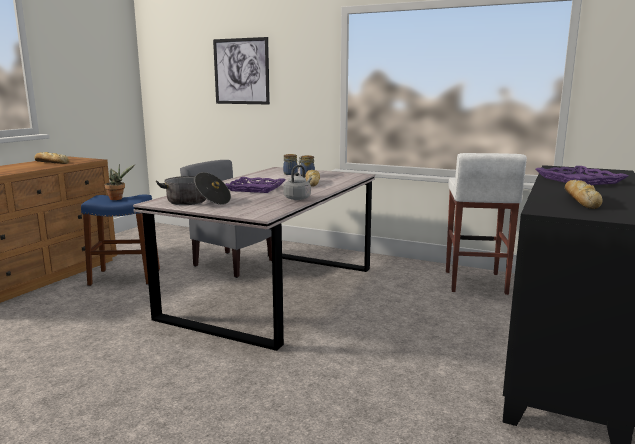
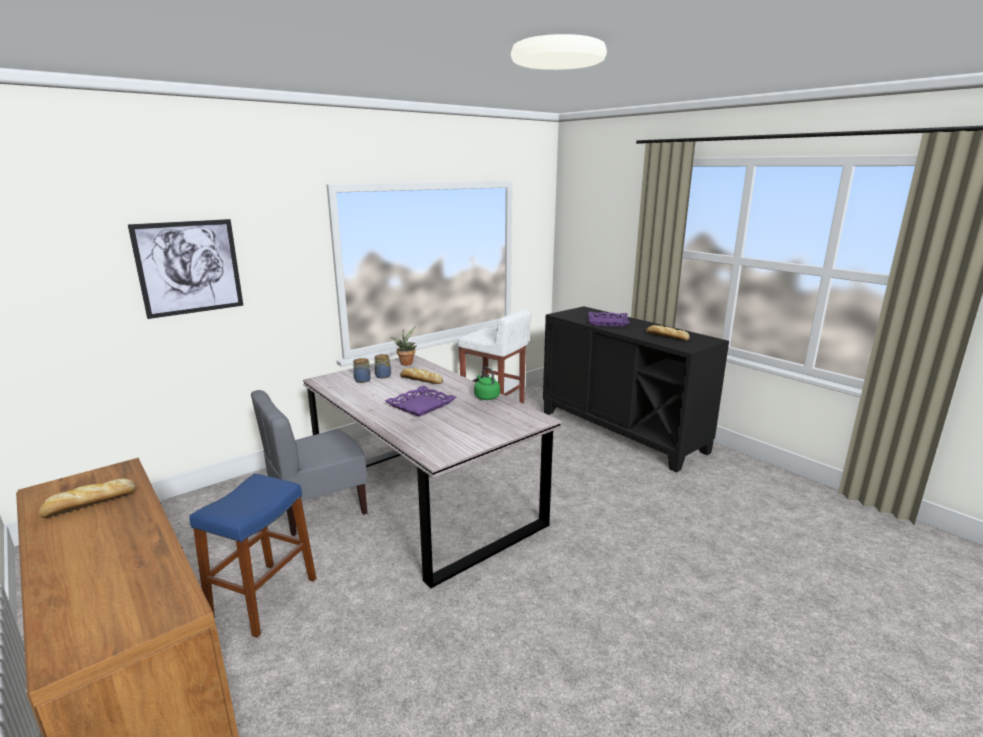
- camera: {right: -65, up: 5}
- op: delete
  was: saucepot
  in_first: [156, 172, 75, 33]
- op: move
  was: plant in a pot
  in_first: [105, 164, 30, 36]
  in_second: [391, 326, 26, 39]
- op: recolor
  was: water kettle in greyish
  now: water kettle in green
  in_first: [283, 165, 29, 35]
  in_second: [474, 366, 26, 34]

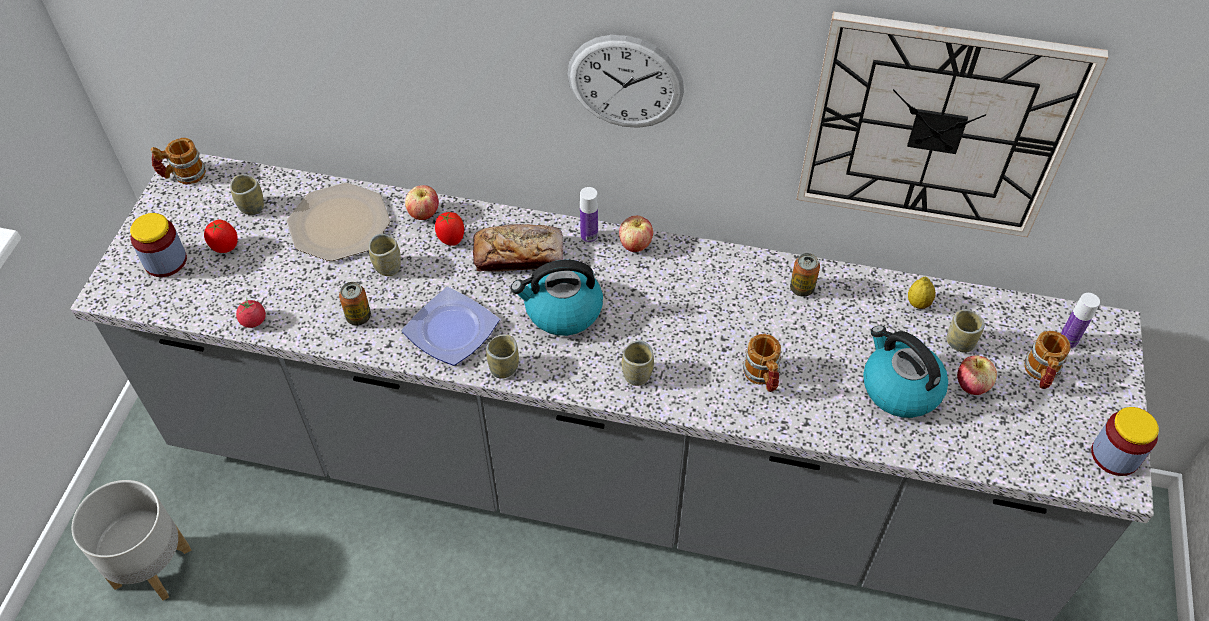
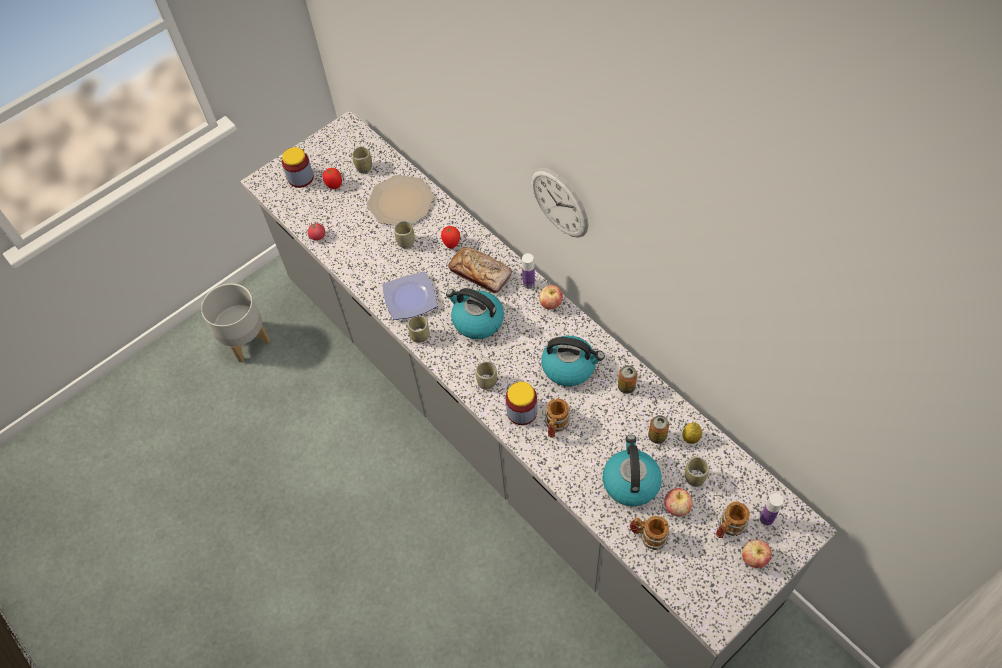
- camera: {right: 40, up: 5}
- op: delete
  was: hanging clock
  in_first: [796, 11, 312, 226]
- op: insert
  now: water kettle
  in_second: [541, 336, 64, 50]
- op: move
  was: coffee mug
  in_first: [151, 138, 55, 46]
  in_second: [630, 516, 39, 34]
- op: move
  was: sealed can
  in_first: [339, 282, 32, 44]
  in_second: [648, 415, 21, 29]
- op: move
  was: apple
  in_first: [405, 185, 34, 35]
  in_second: [742, 539, 30, 29]
- op: move
  was: jar
  in_first: [1091, 407, 68, 69]
  in_second: [505, 382, 33, 43]

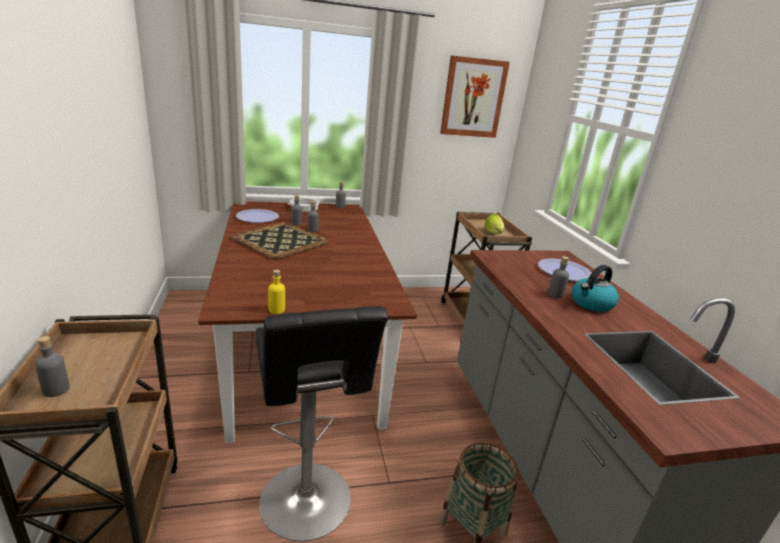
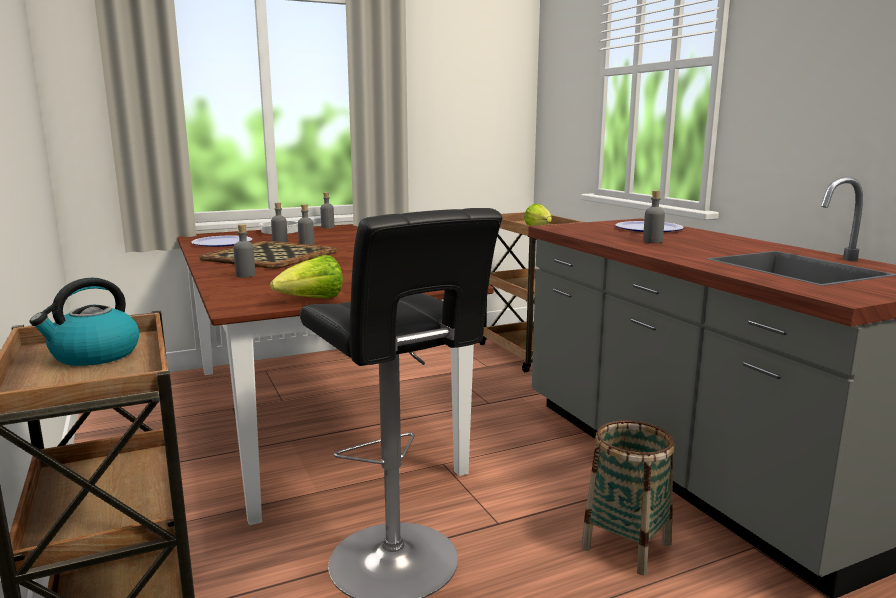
- camera: {right: -10, up: -10}
- op: delete
  was: wall art
  in_first: [440, 56, 70, 82]
- op: move
  was: beverage bottle in greyish
  in_first: [35, 336, 35, 61]
  in_second: [233, 224, 22, 54]
- op: move
  was: water kettle
  in_first: [572, 265, 47, 47]
  in_second: [30, 278, 109, 88]
- op: replace
  was: beverage bottle in yellow-coloured
  now: lettuce head
  in_first: [268, 270, 17, 44]
  in_second: [270, 255, 73, 43]

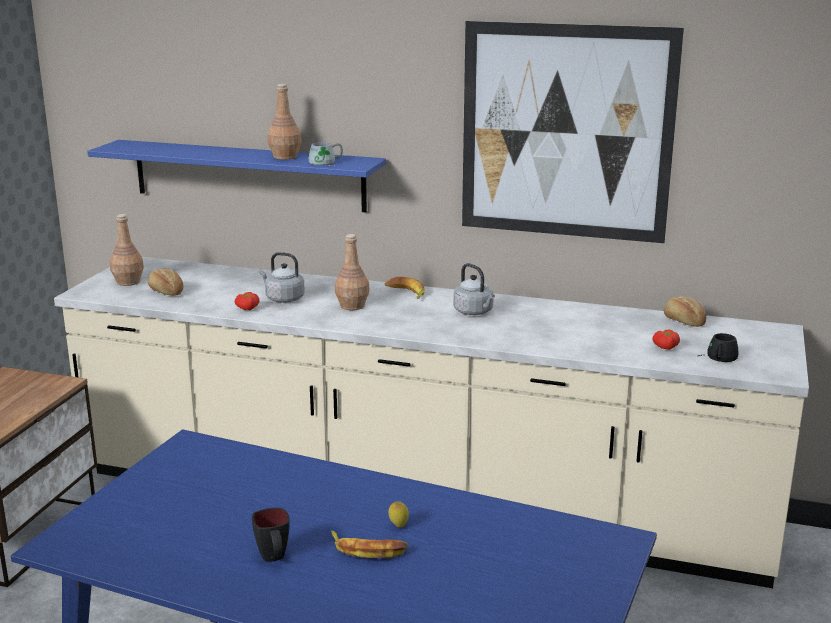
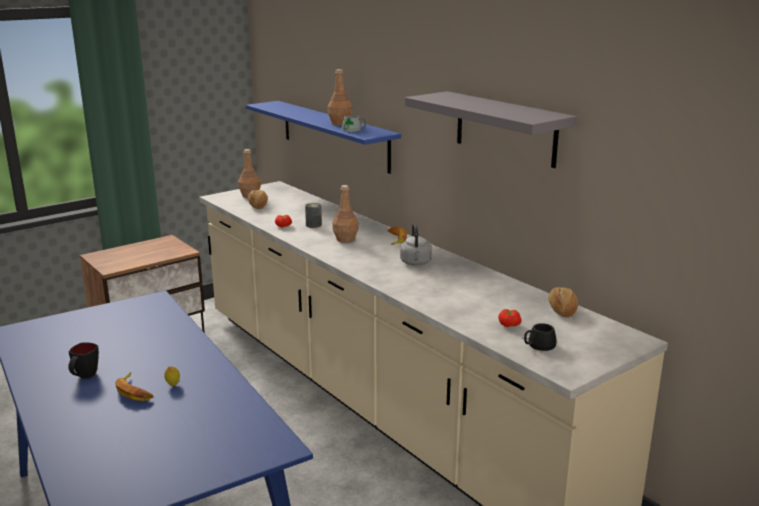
- camera: {right: 35, up: 0}
- op: replace
  was: water kettle in greyish
  now: sealed can
  in_first: [259, 252, 46, 51]
  in_second: [305, 203, 17, 25]
- op: replace
  was: wall art
  now: shelf in greyish
  in_first: [462, 21, 222, 222]
  in_second: [405, 91, 172, 77]

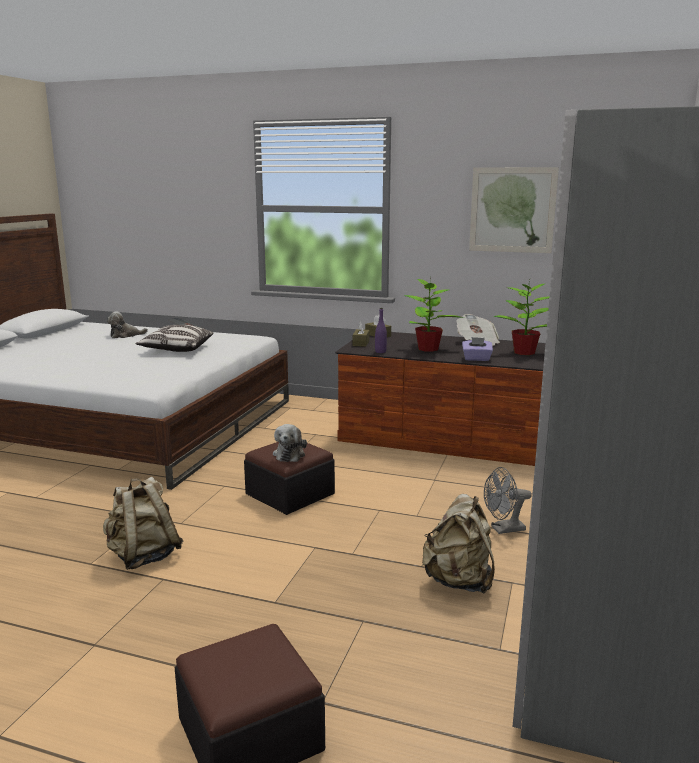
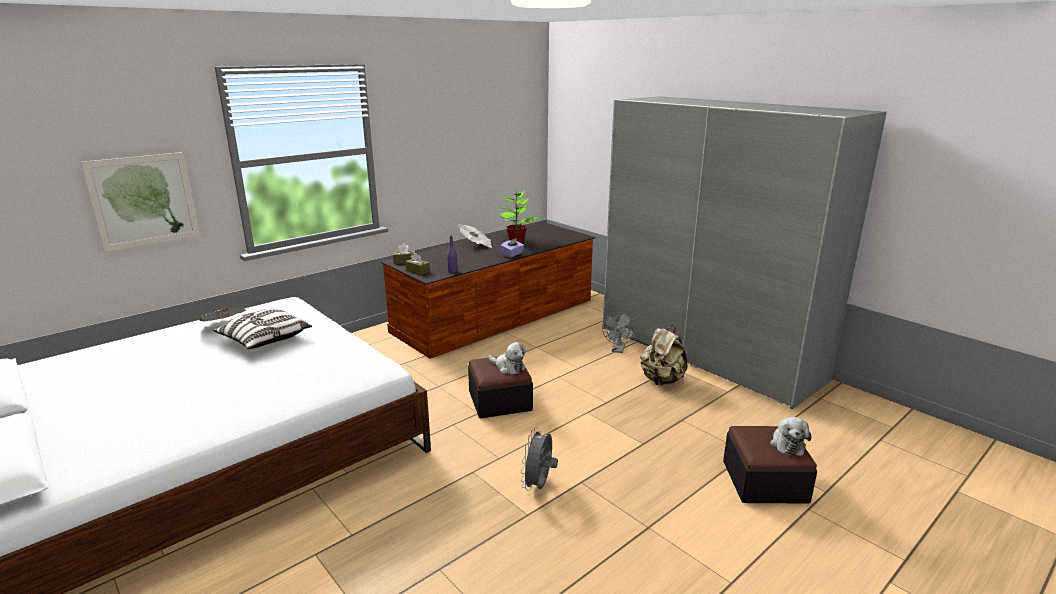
- camera: {right: -60, up: 5}
- op: delete
  was: plant in a pot
  in_first: [404, 277, 60, 74]
- op: move
  was: soft toy
  in_first: [107, 311, 41, 27]
  in_second: [770, 417, 41, 39]
- op: move
  was: wall art
  in_first: [469, 167, 90, 86]
  in_second: [81, 152, 119, 100]
- op: replace
  was: knapsack in beige
  now: electric fan in greyish
  in_first: [103, 477, 80, 93]
  in_second: [521, 427, 37, 64]

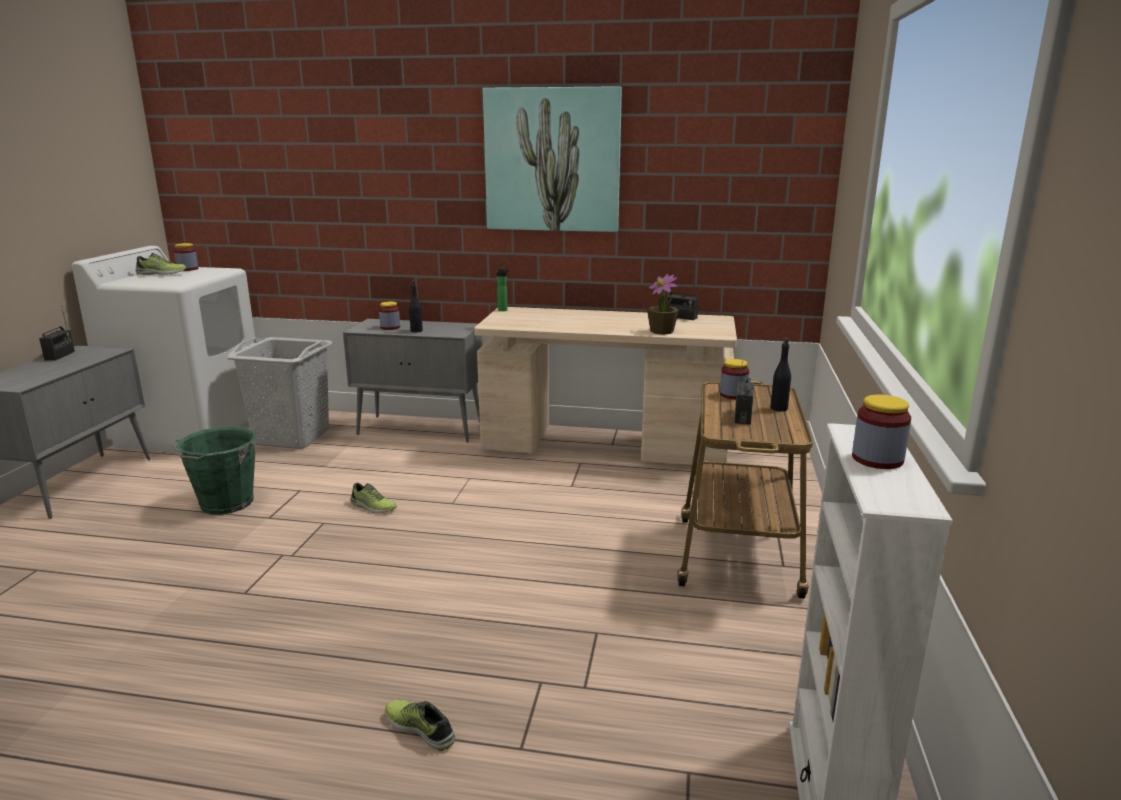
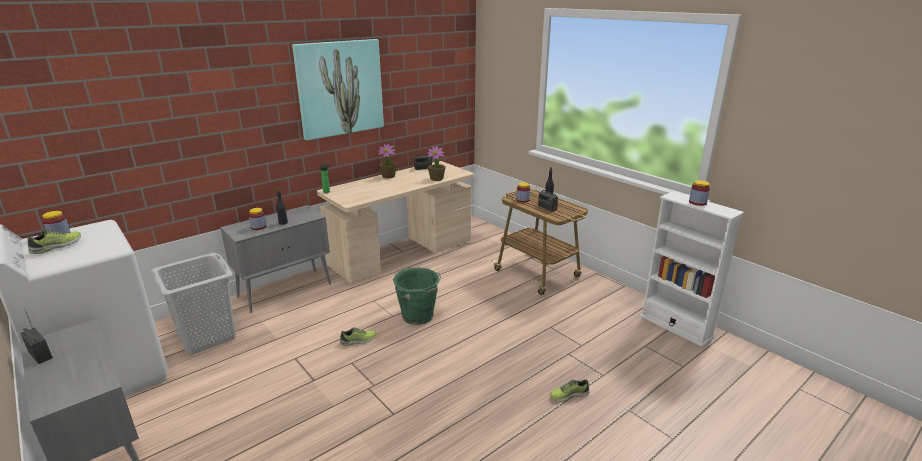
- camera: {right: -50, up: 5}
- op: insert
  now: plant in a pot
  in_second: [378, 144, 19, 35]
- op: move
  was: water bucket in green
  in_first: [172, 426, 84, 89]
  in_second: [393, 267, 48, 58]

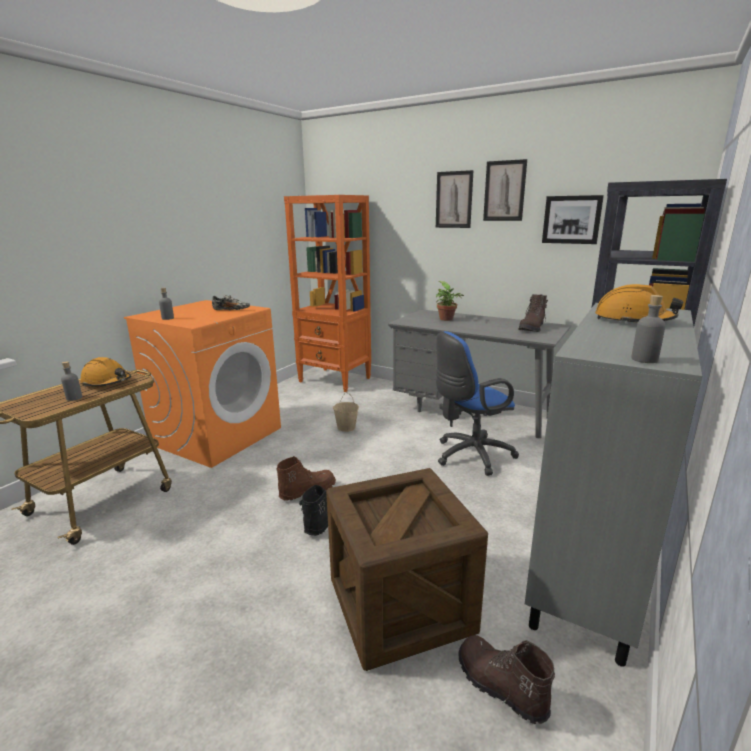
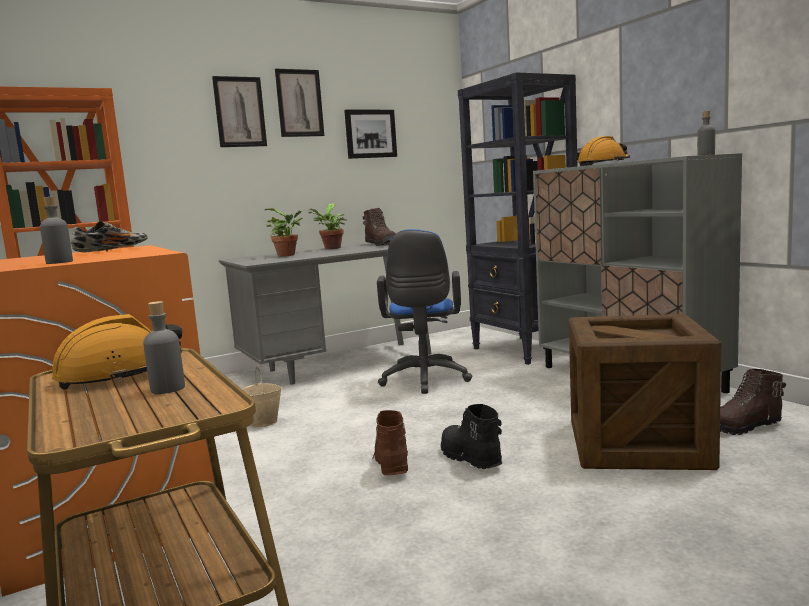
- camera: {right: -60, up: -10}
- op: insert
  now: plant in a pot
  in_second: [308, 204, 39, 45]

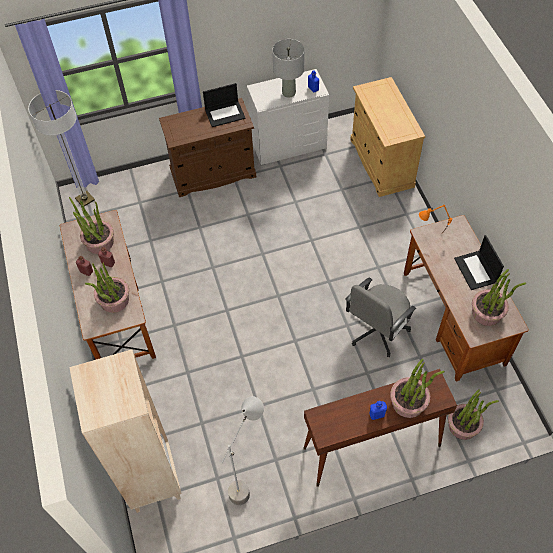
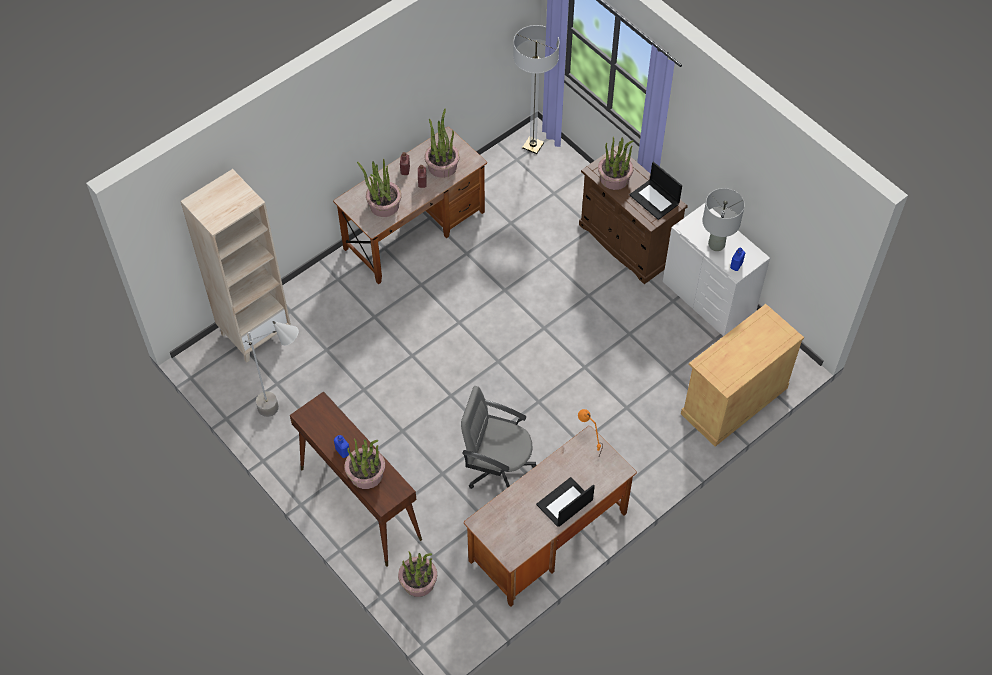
- camera: {right: 65, up: 0}
- op: move
  was: plant in a pot
  in_first: [472, 269, 54, 57]
  in_second: [598, 137, 36, 53]

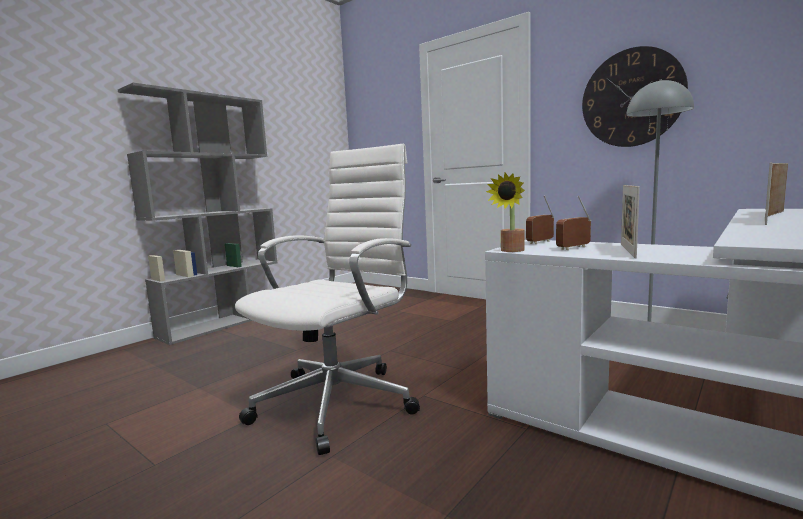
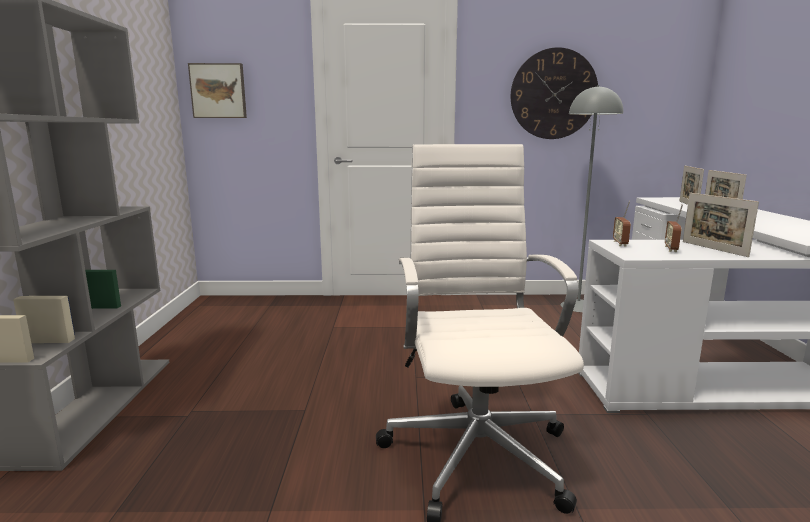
- camera: {right: -40, up: 5}
- op: delete
  was: plant in a pot
  in_first: [486, 173, 39, 79]
- op: insert
  now: wall art
  in_second: [188, 63, 59, 55]

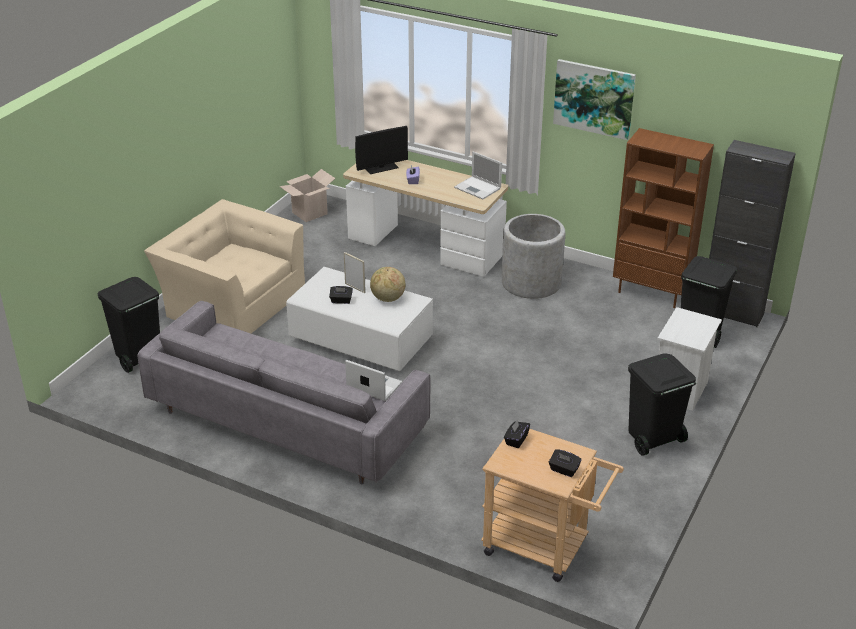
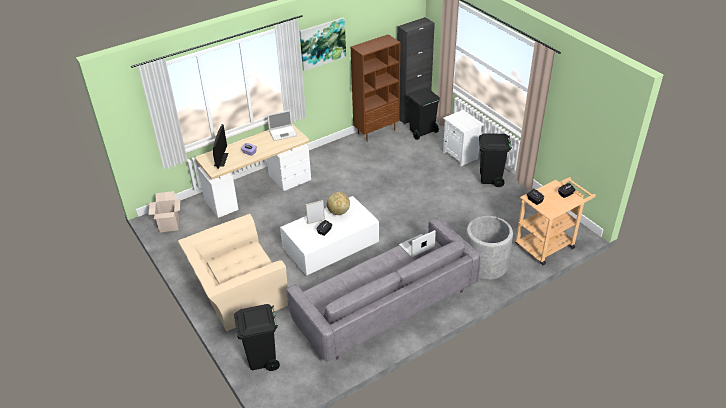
- camera: {right: -60, up: 5}
- op: move
  was: plant pot in greyish
  in_first: [501, 214, 64, 85]
  in_second: [465, 216, 48, 64]

